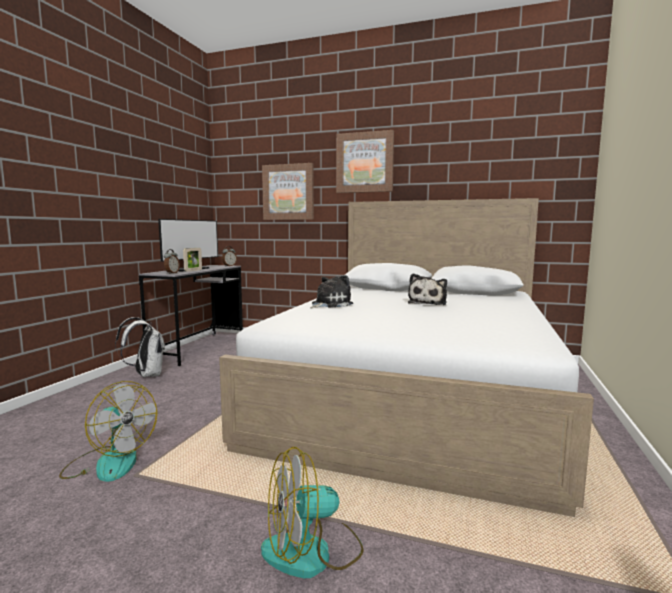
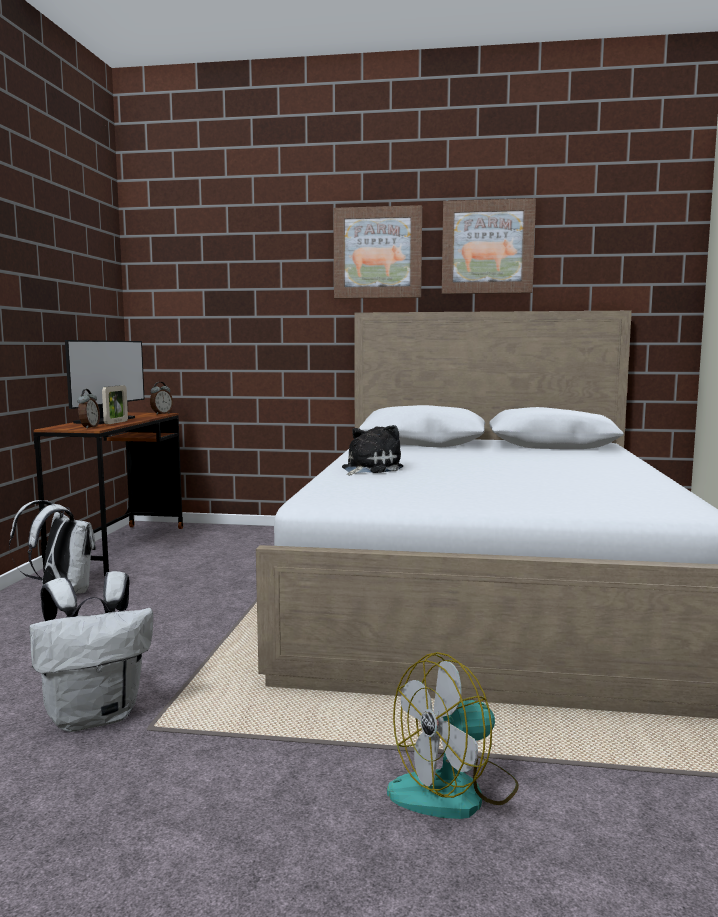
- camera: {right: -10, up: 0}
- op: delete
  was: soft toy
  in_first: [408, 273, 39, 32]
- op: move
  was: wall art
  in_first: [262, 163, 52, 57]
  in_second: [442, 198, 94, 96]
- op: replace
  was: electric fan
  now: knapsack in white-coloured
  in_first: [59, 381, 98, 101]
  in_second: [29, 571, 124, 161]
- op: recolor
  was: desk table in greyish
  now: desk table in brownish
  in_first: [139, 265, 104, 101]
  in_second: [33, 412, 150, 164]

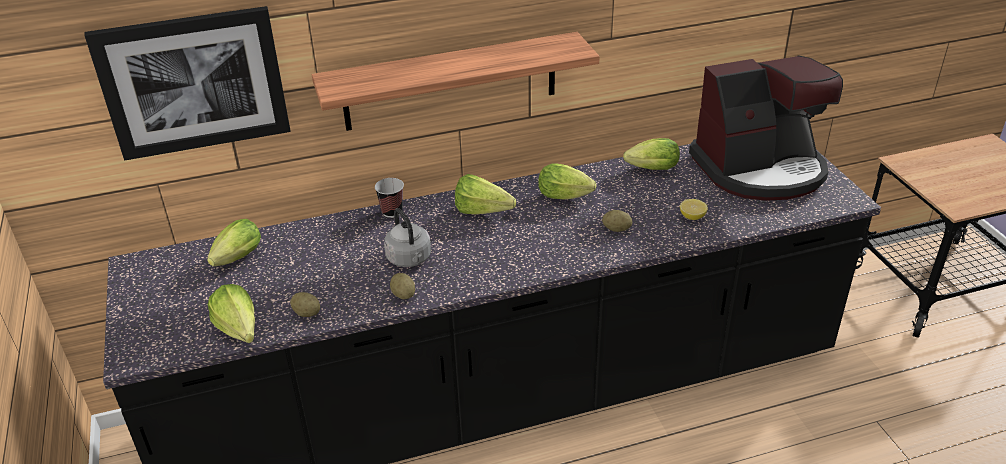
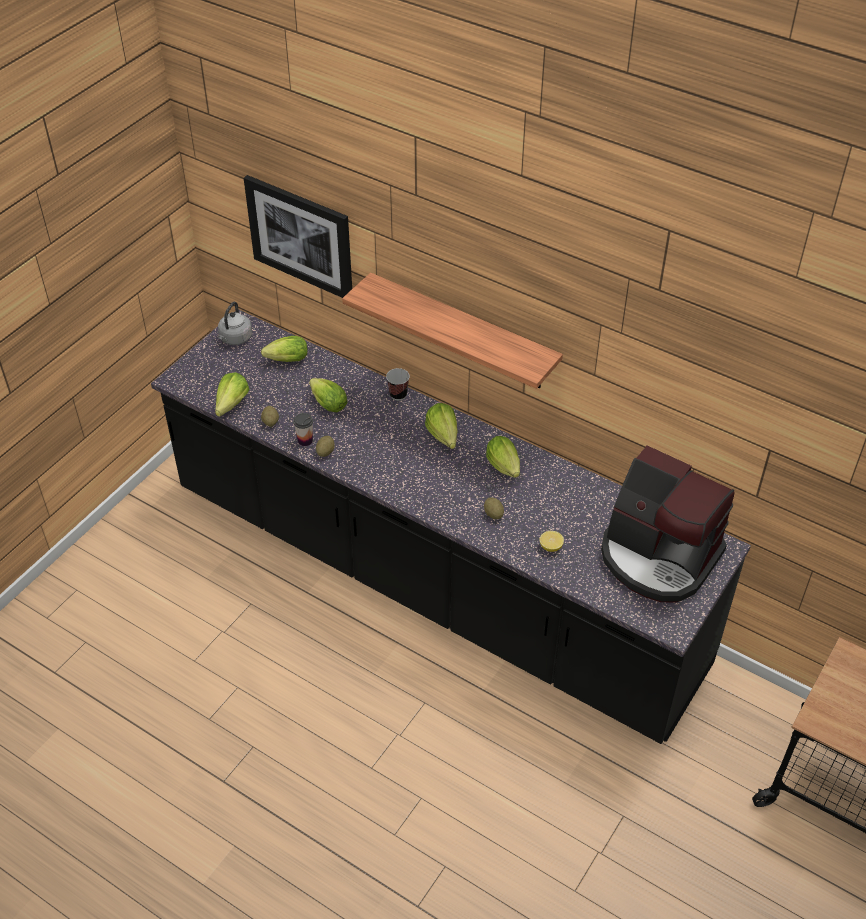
- camera: {right: 50, up: 10}
- op: insert
  now: cup
  in_second: [293, 413, 20, 33]
- op: move
  was: water kettle in greyish
  in_first: [384, 208, 47, 59]
  in_second: [218, 302, 34, 43]
- op: move
  was: lettuce head
  in_first: [623, 138, 57, 32]
  in_second: [309, 378, 38, 34]

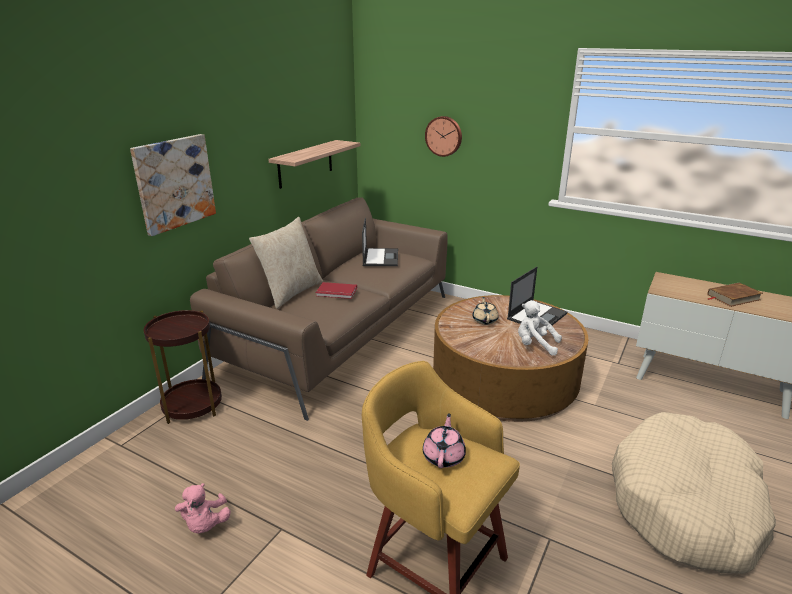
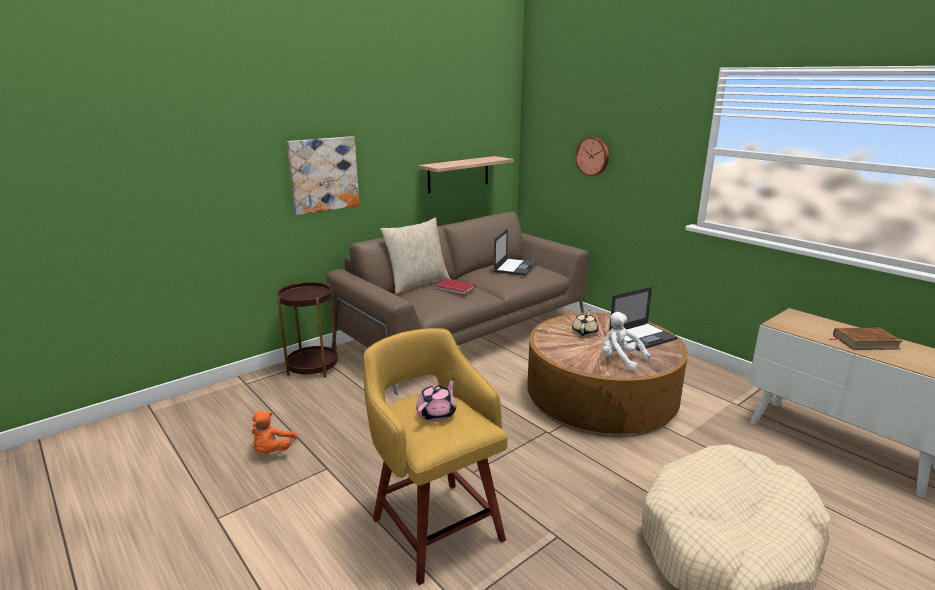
- camera: {right: 20, up: -5}
- op: recolor
  was: soft toy in pink-coloured
  now: soft toy in orange
  in_first: [175, 483, 56, 50]
  in_second: [251, 411, 46, 43]

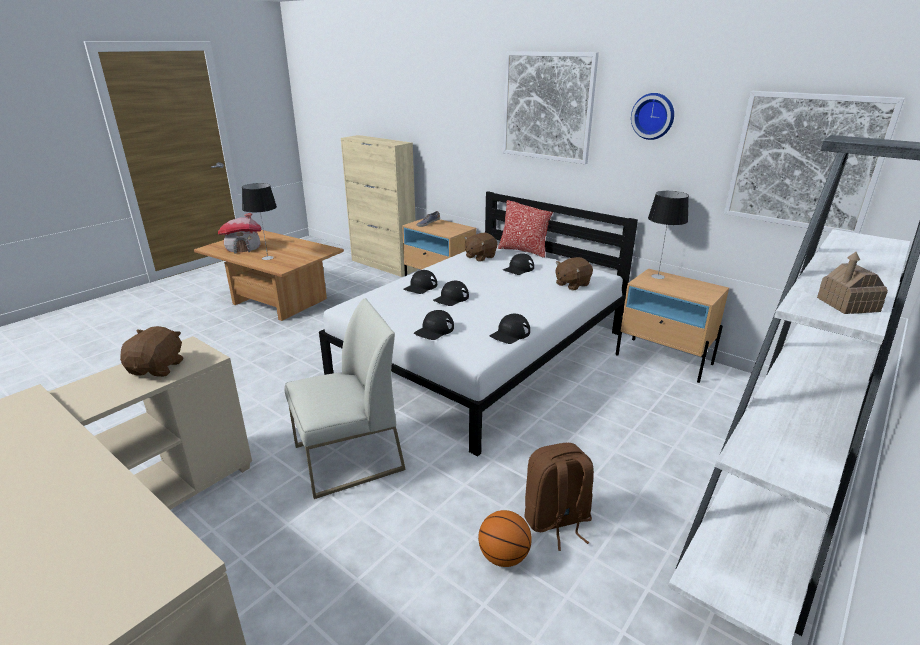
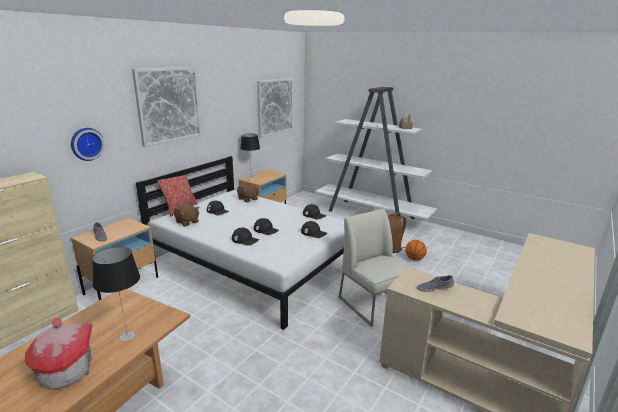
- camera: {right: -95, up: -5}
- op: move
  was: hanging clock
  in_first: [631, 93, 43, 47]
  in_second: [71, 128, 34, 33]
- op: replace
  was: soft toy in brownish
  now: low shoe
  in_first: [120, 326, 63, 51]
  in_second: [418, 275, 36, 17]

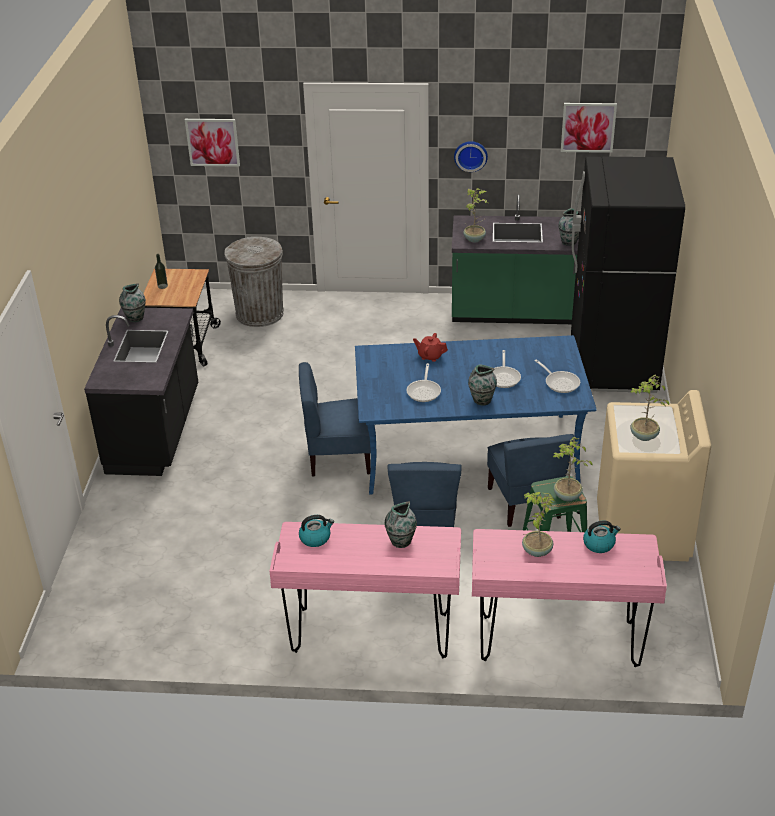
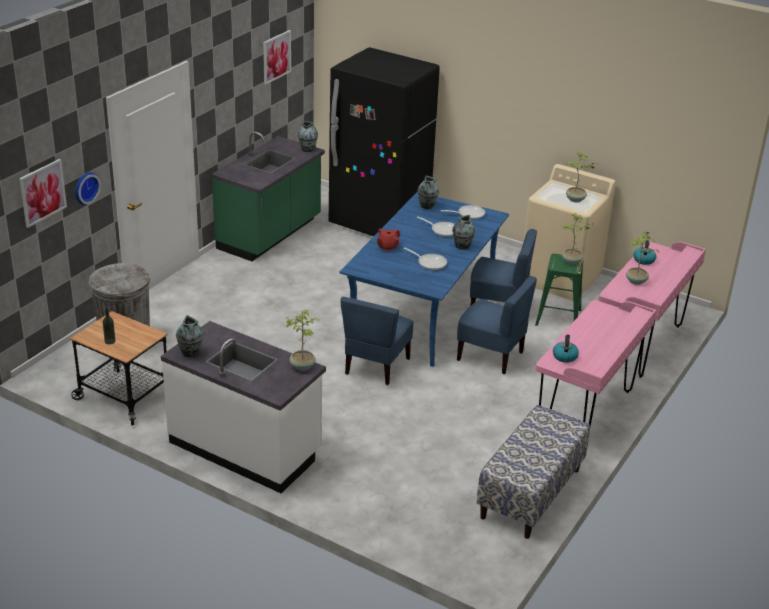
- camera: {right: -65, up: -5}
- op: insert
  now: bench
  in_second: [476, 405, 114, 134]
- op: move
  was: decorative vase
  in_first: [384, 502, 33, 46]
  in_second: [417, 175, 22, 34]
- op: move
  was: hanging clock
  in_first: [454, 141, 34, 31]
  in_second: [75, 172, 26, 33]
- op: move
  was: plant in a pot
  in_first: [463, 188, 26, 54]
  in_second: [285, 310, 34, 61]
- op: recolor
  was: kitchen base unit in blackish
  now: kitchen base unit in white-coloured
  in_first: [84, 308, 114, 168]
  in_second: [161, 321, 165, 172]

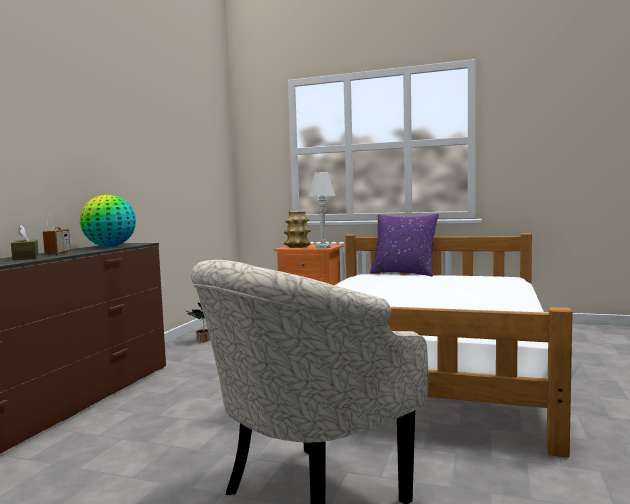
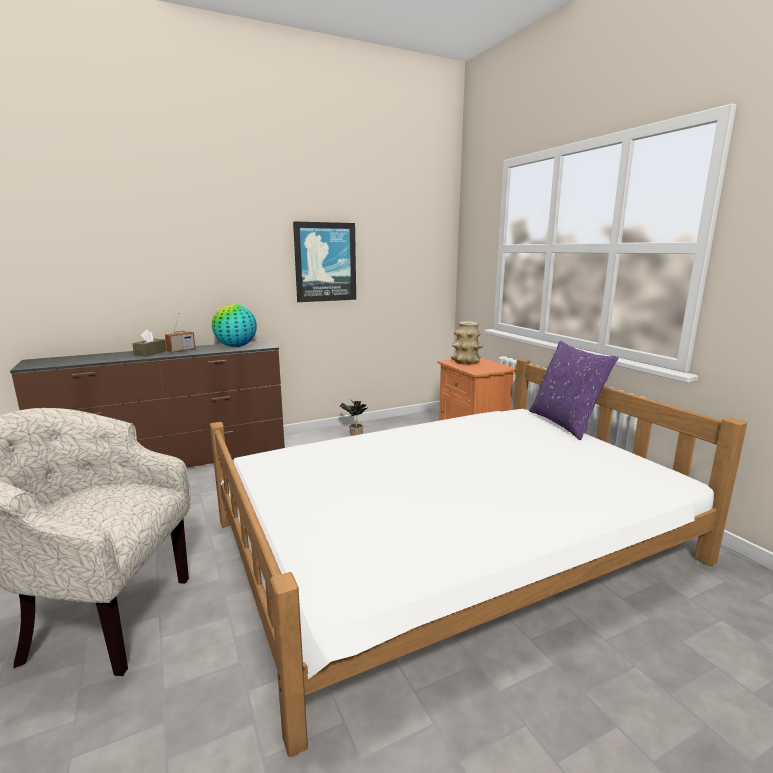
- camera: {right: 45, up: 10}
- op: delete
  was: tabletop lamp in white-coloured
  in_first: [308, 172, 28, 77]
- op: insert
  now: wall art
  in_second: [293, 221, 63, 81]

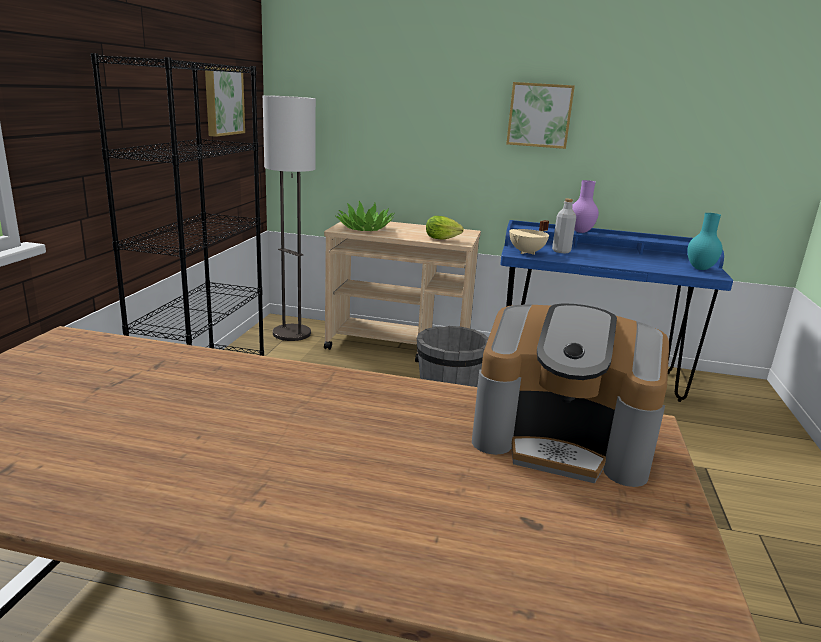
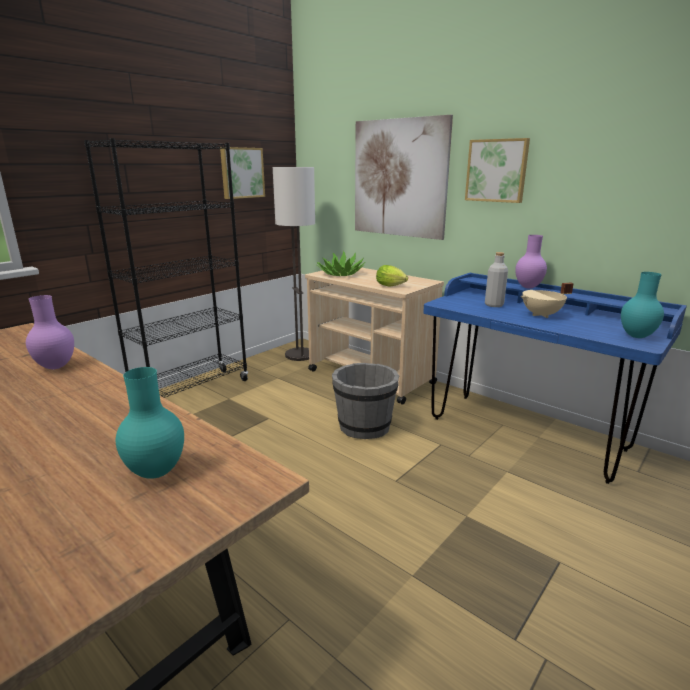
- camera: {right: 30, up: 0}
- op: insert
  now: decorative vase in purple-coloured
  in_second: [26, 295, 48, 74]
- op: insert
  now: wall art
  in_second: [355, 115, 98, 125]
- op: move
  was: saucepot in beige
  in_first: [509, 220, 40, 35]
  in_second: [521, 283, 53, 35]
- op: replace
  was: coffee machine
  now: decorative vase in turquoise
  in_first: [472, 304, 197, 183]
  in_second: [115, 367, 69, 112]

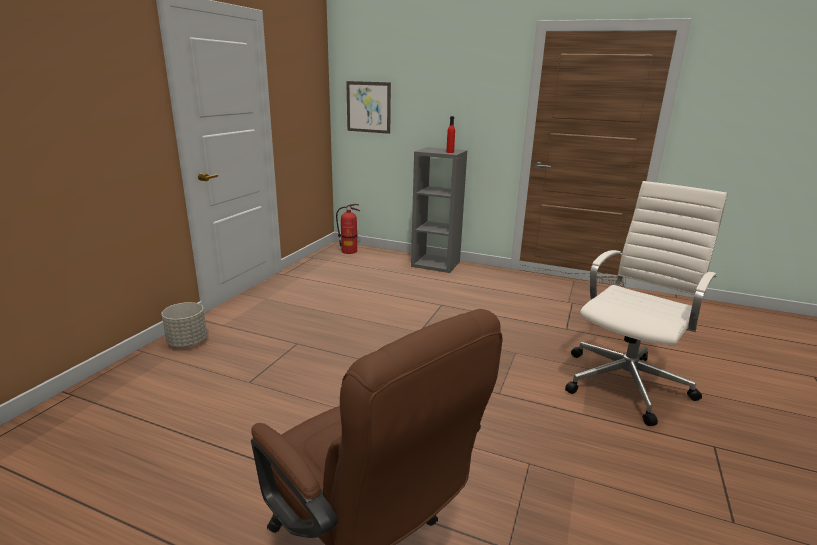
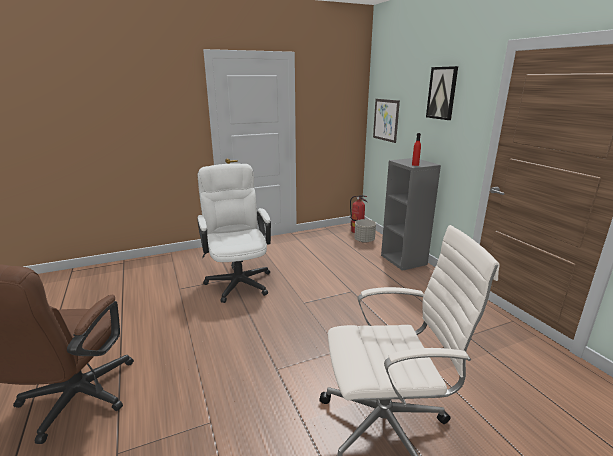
- camera: {right: 45, up: 0}
- op: insert
  now: office chair in white-coloured
  in_second: [197, 164, 74, 139]
- op: insert
  now: wall art
  in_second: [426, 66, 32, 54]
- op: move
  was: plant pot in greyish
  in_first: [161, 302, 46, 45]
  in_second: [354, 219, 22, 24]

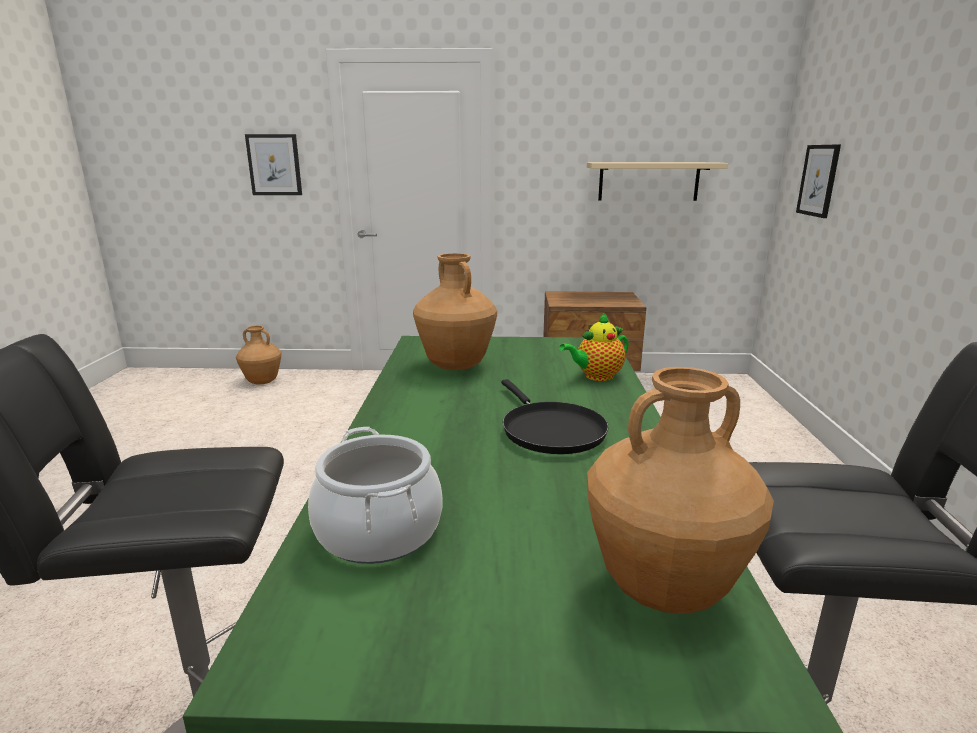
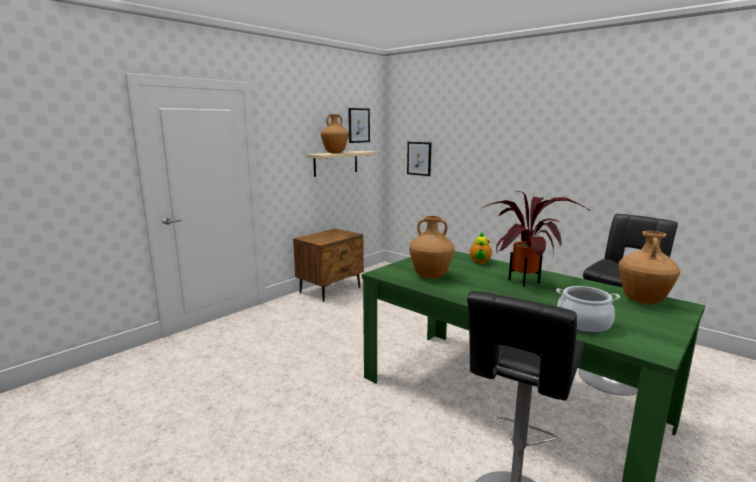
- camera: {right: -50, up: -5}
- op: move
  was: decorative vase in brownish
  in_first: [236, 325, 45, 60]
  in_second: [321, 114, 28, 39]
- op: move
  was: wall art
  in_first: [245, 134, 57, 61]
  in_second: [348, 108, 22, 35]
- op: replace
  was: frying pan in blackish
  now: plant in a pot
  in_first: [501, 379, 108, 75]
  in_second: [481, 191, 108, 96]

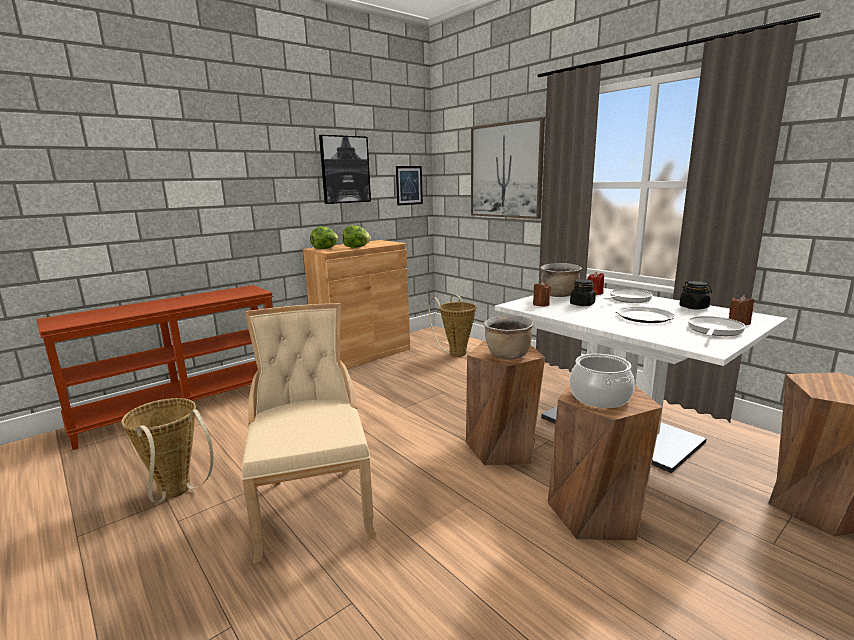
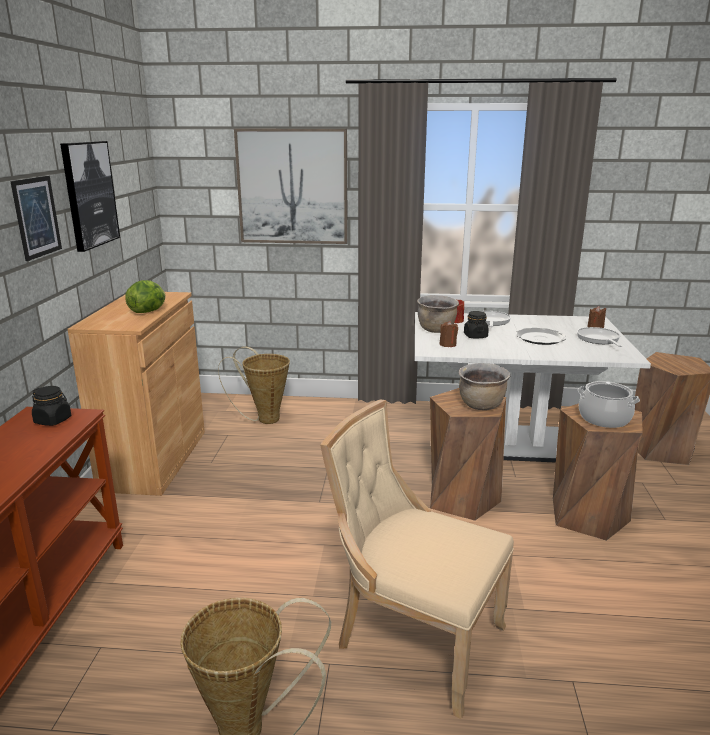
- camera: {right: -45, up: 5}
- op: delete
  was: lettuce head
  in_first: [310, 226, 29, 23]
- op: move
  was: wall art
  in_first: [396, 166, 27, 40]
  in_second: [10, 176, 52, 85]
- op: move
  was: jar in blackish
  in_first: [679, 281, 33, 29]
  in_second: [32, 386, 39, 40]

